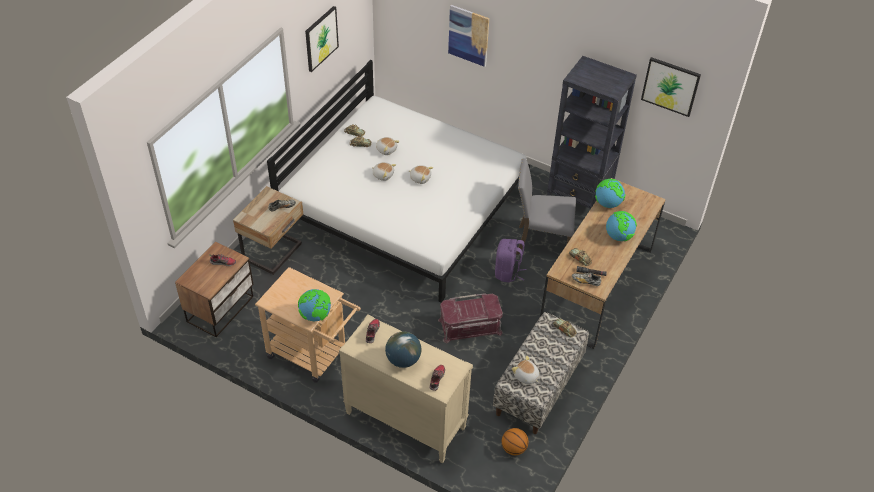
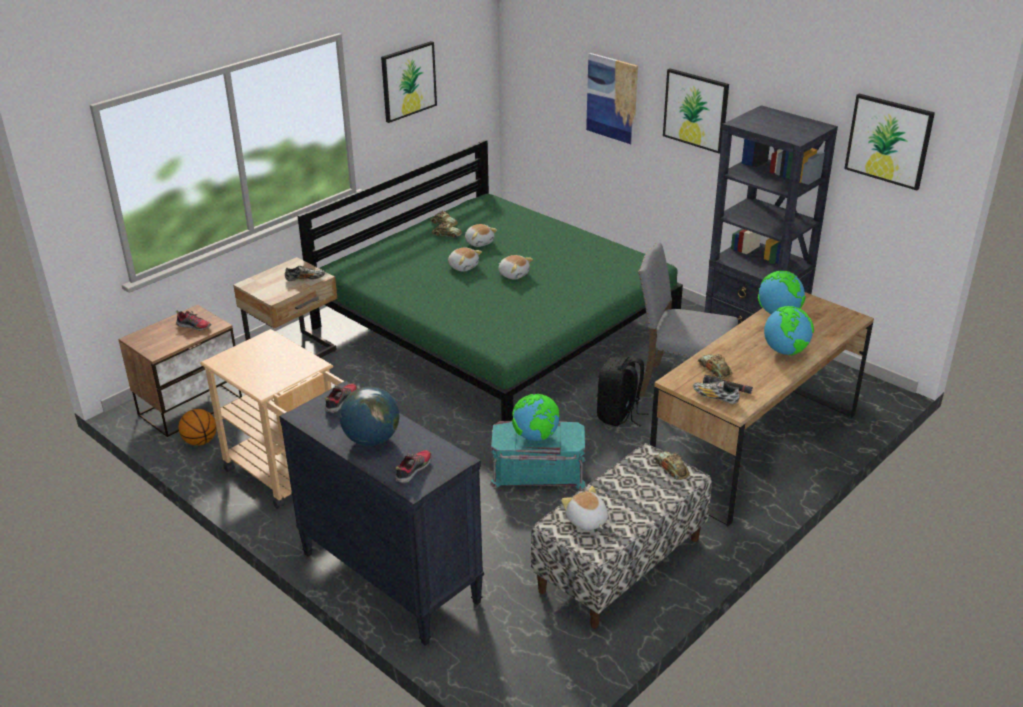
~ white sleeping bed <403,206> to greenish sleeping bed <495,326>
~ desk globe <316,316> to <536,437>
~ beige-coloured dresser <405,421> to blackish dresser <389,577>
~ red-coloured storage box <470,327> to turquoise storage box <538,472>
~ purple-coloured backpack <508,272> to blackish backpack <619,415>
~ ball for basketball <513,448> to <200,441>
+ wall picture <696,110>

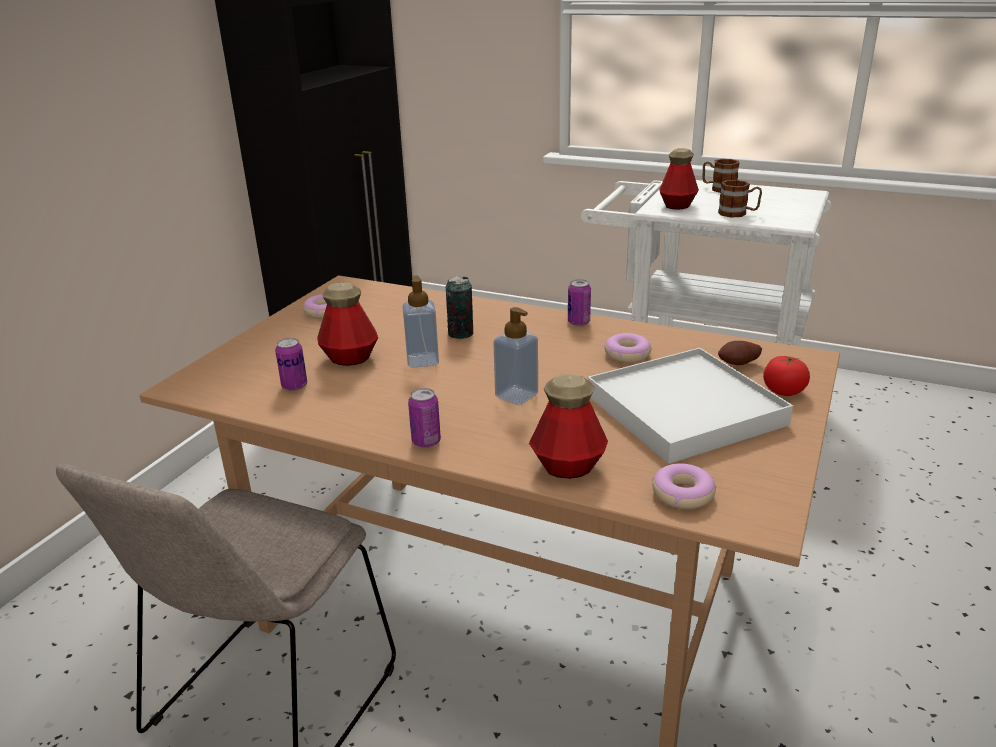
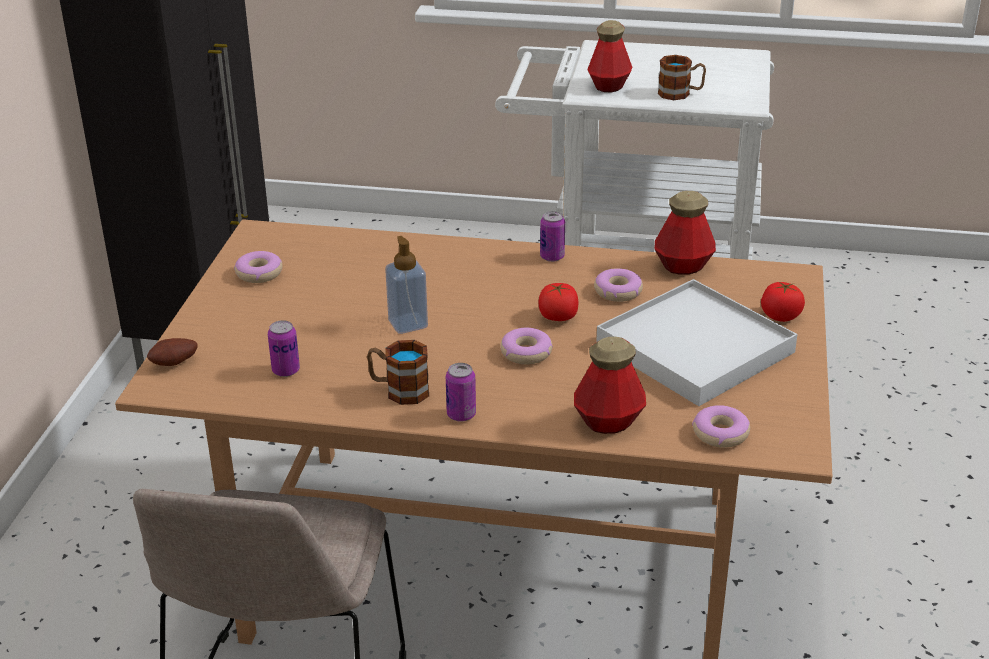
~ bottle <350,358> to <683,266>
- can <460,334>
~ soap bottle <516,395> to doughnut <526,353>
~ mug <718,188> to <399,390>
~ potato <739,365> to <175,364>
+ fresh tomato <558,317>

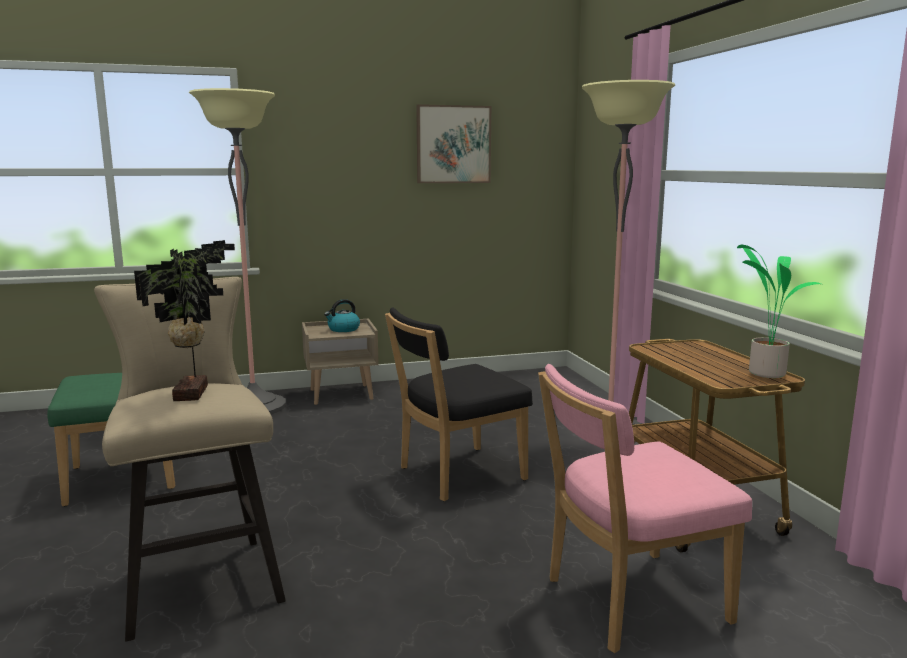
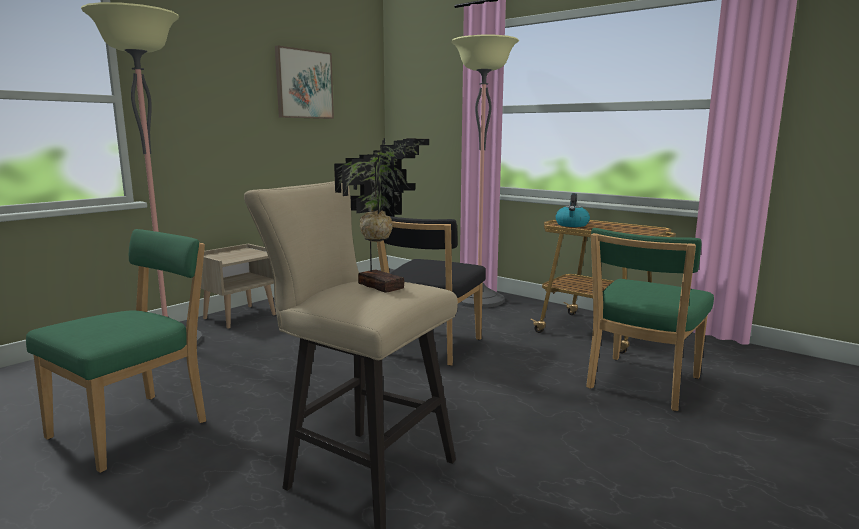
~ tea kettle <343,329> to <572,225>
~ pink-coloured upright chair <628,602> to greenish upright chair <640,385>
- plant in a pot <765,373>

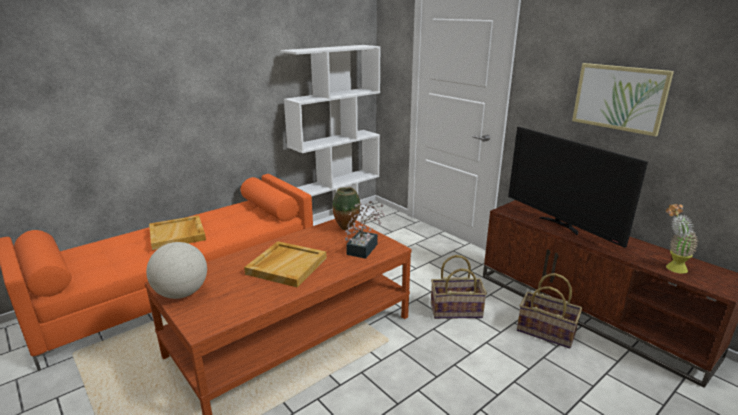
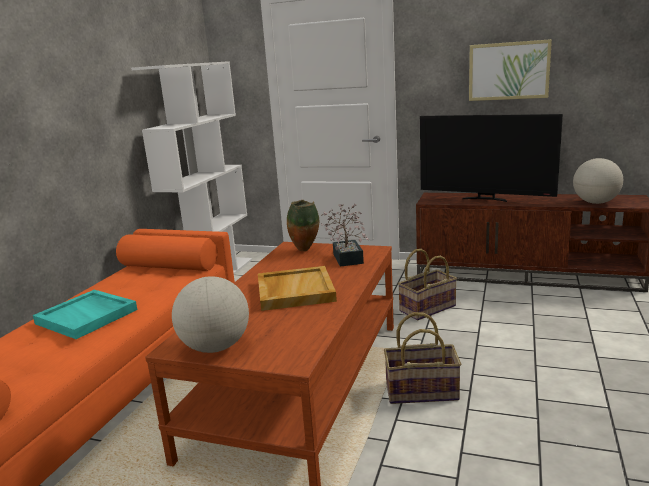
~ beige-coloured serving tray <178,234> to turquoise serving tray <88,316>
~ household basket <546,331> to <422,391>
~ plant in a pot <670,268> to desk globe <595,202>

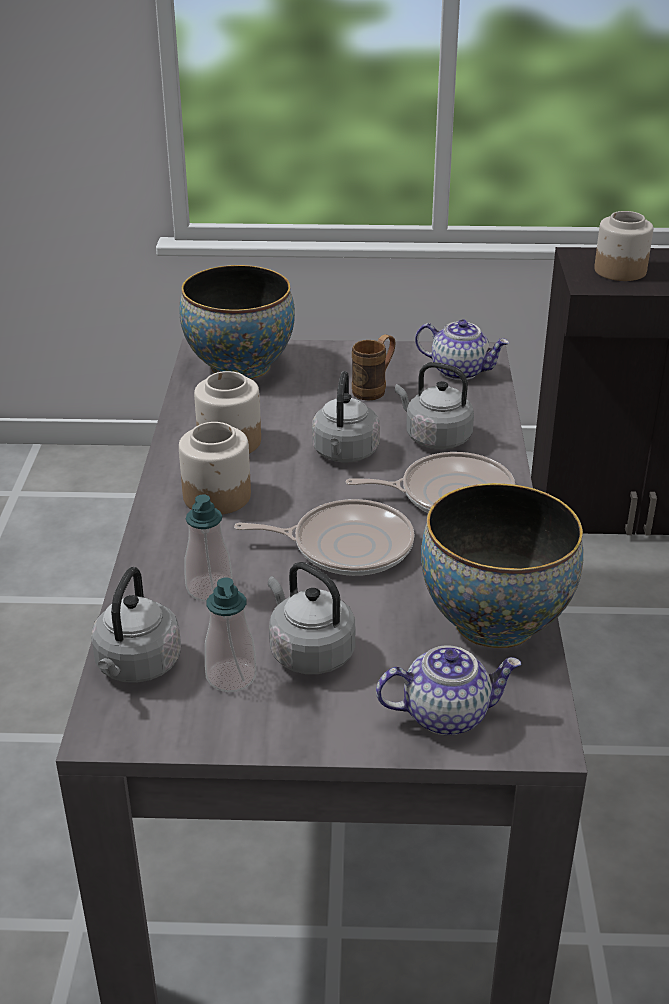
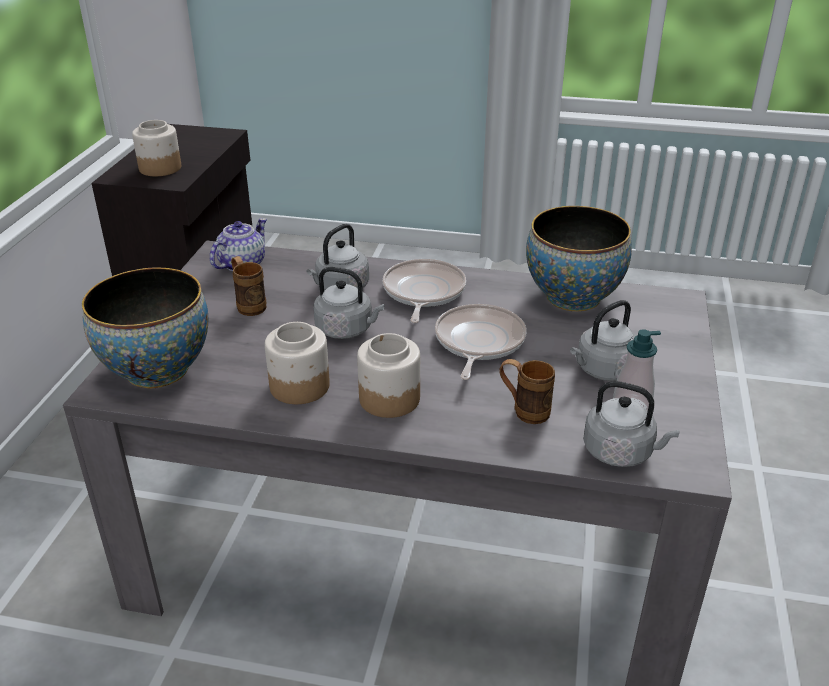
~ soap bottle <209,588> to brown-coloured mug <523,411>
- teapot <446,714>

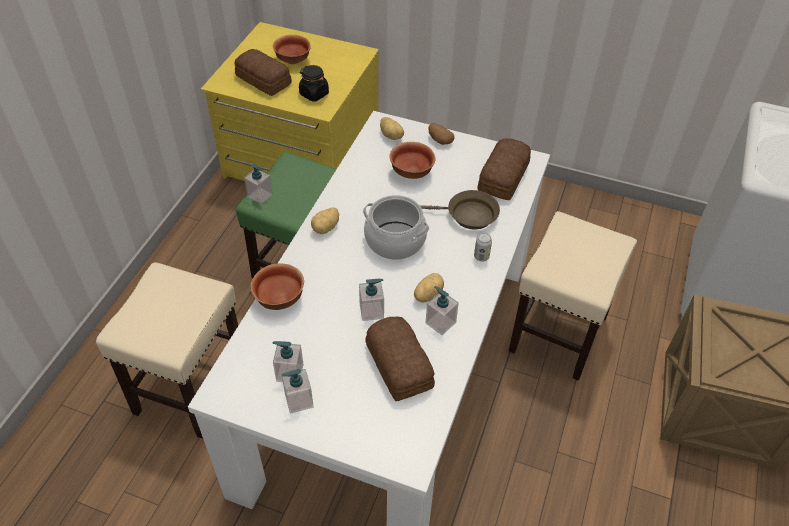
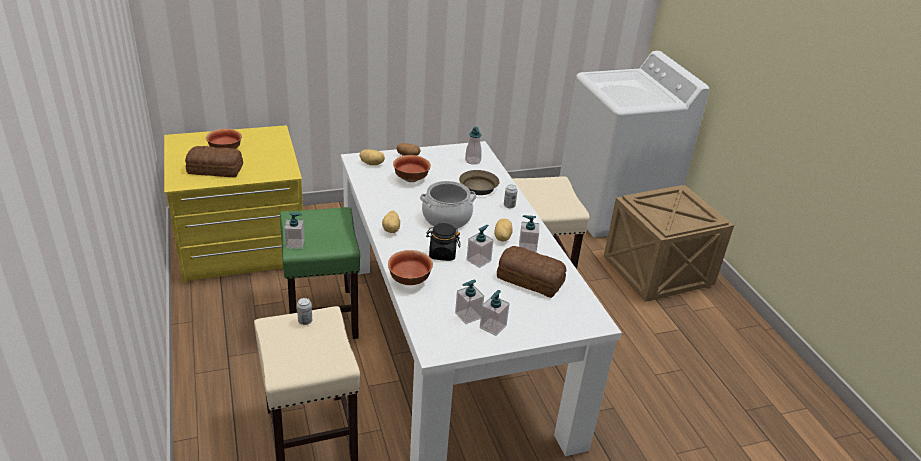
~ blackish preserve jar <314,94> to <442,254>
~ bakery bread <505,176> to soap bottle <473,161>
+ can <305,321>

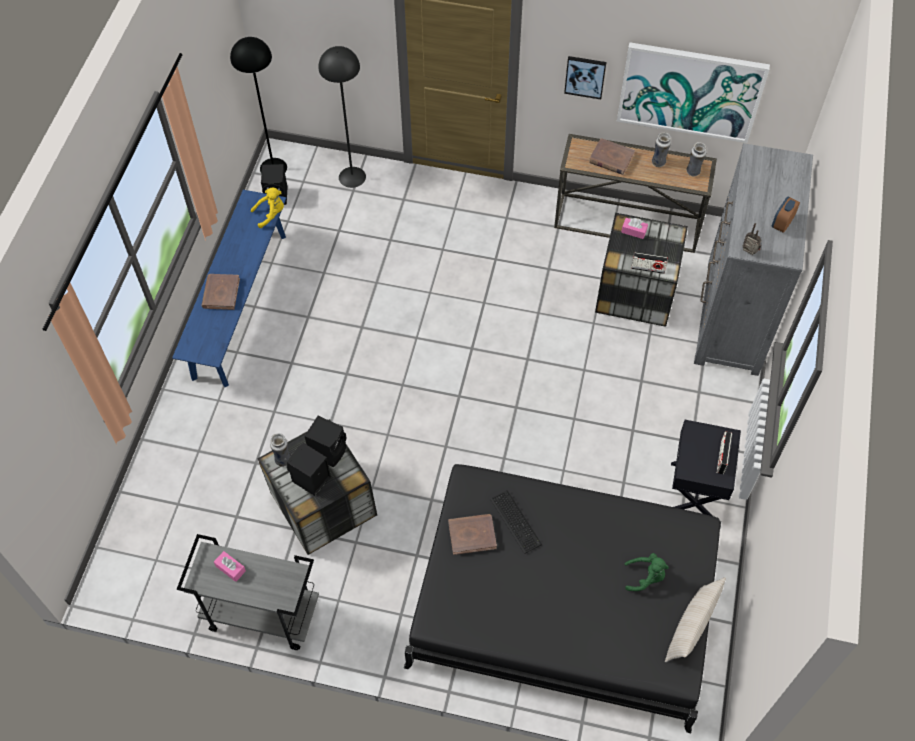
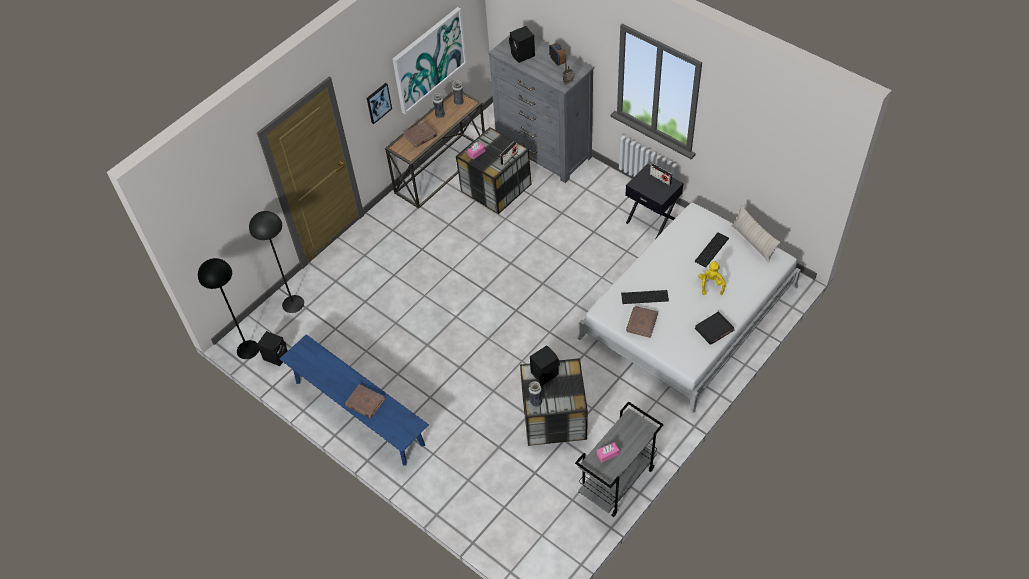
~ yellowish soft toy <271,214> to <711,284>
~ blackish loudspeaker <310,480> to <523,55>
~ blackish sleeping bed <564,600> to white sleeping bed <689,312>
~ greenish soft toy <645,577> to computer keyboard <712,250>
+ blackish volume <714,329>

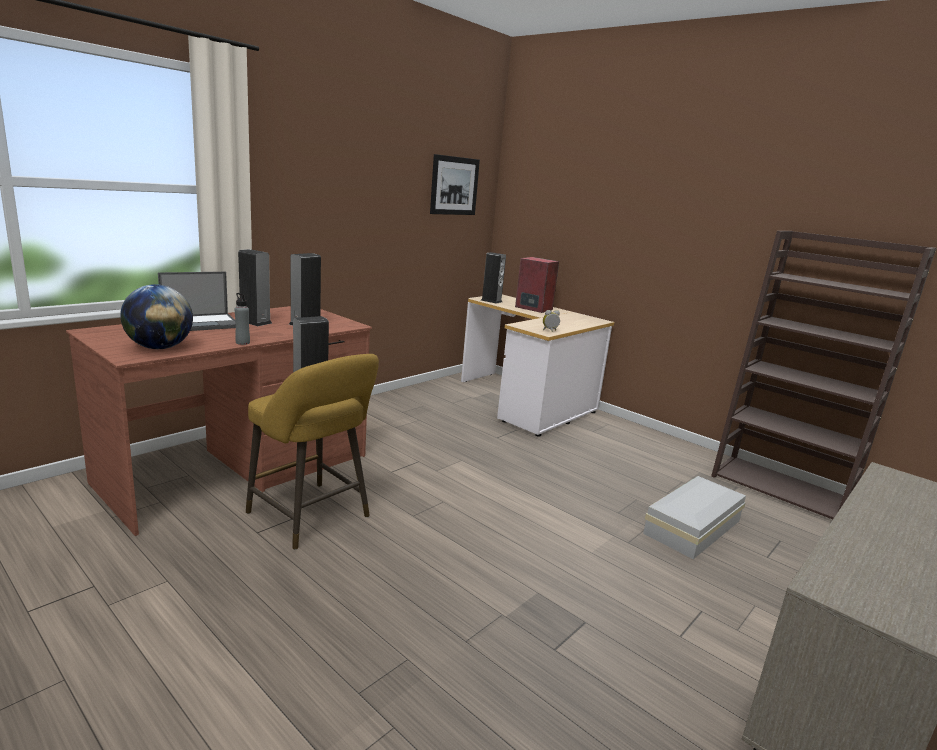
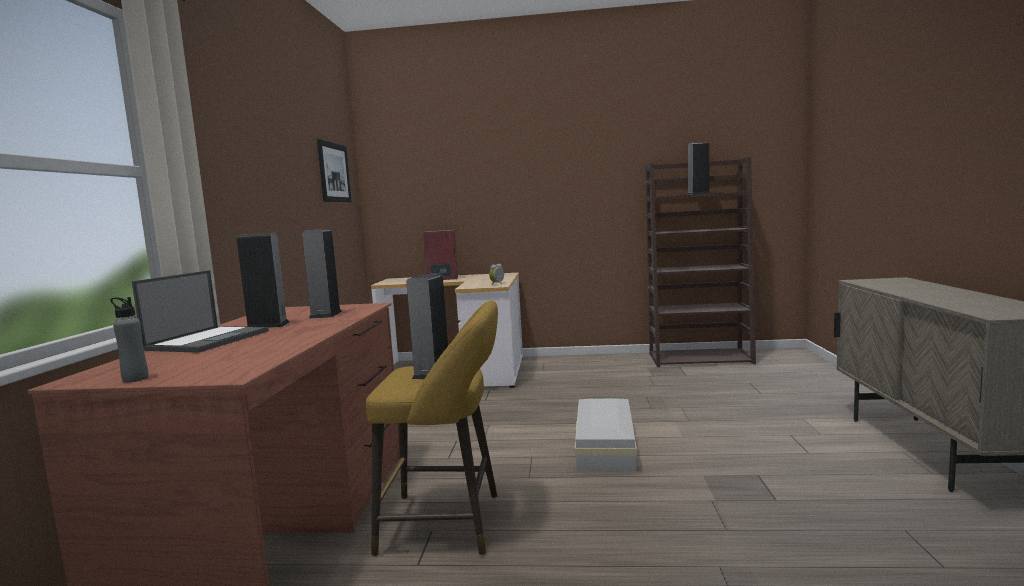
- desk globe <159,348>
~ greyish bottle <242,342> to <135,379>
~ loudspeaker <491,301> to <698,194>
~ white storage box <694,527> to <606,446>

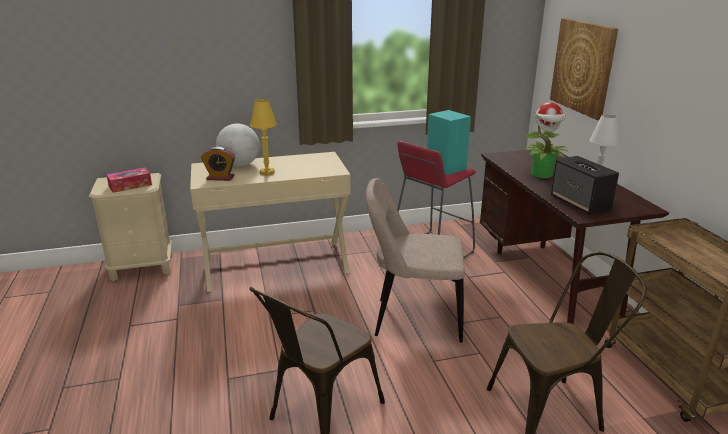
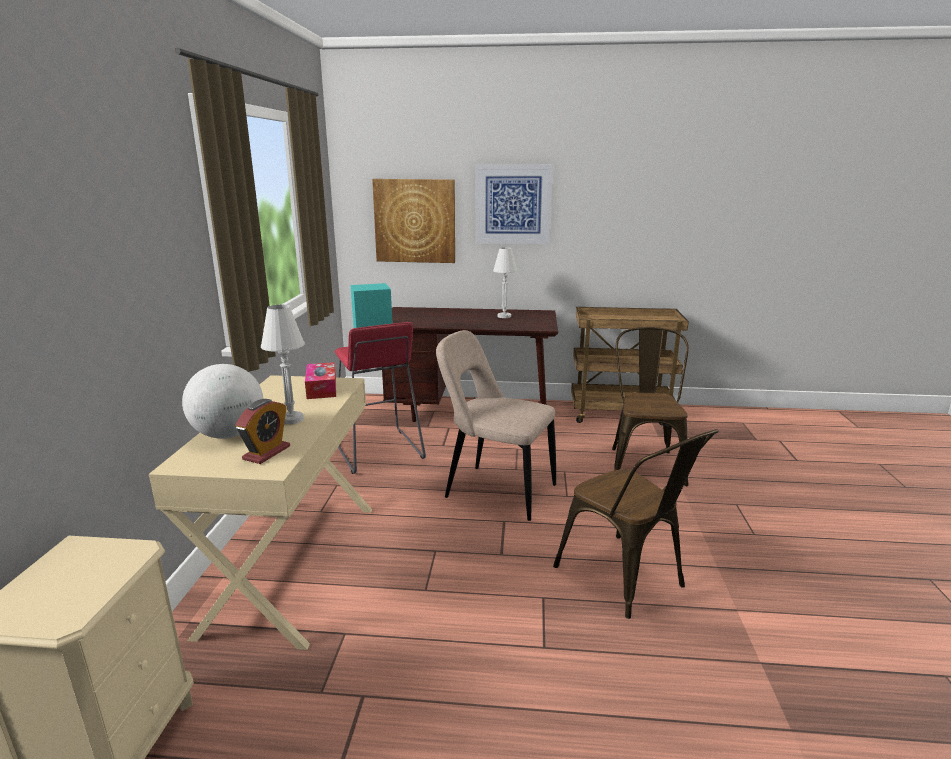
~ box of tissues <130,185> to <321,388>
~ yellowish lamp for a table <267,172> to white lamp for a table <291,419>
~ beige-coloured upright chair <413,319> = <495,490> 90 degrees clockwise
- plant in a pot <542,174>
- loudspeaker <580,204>
+ wall picture <513,204>

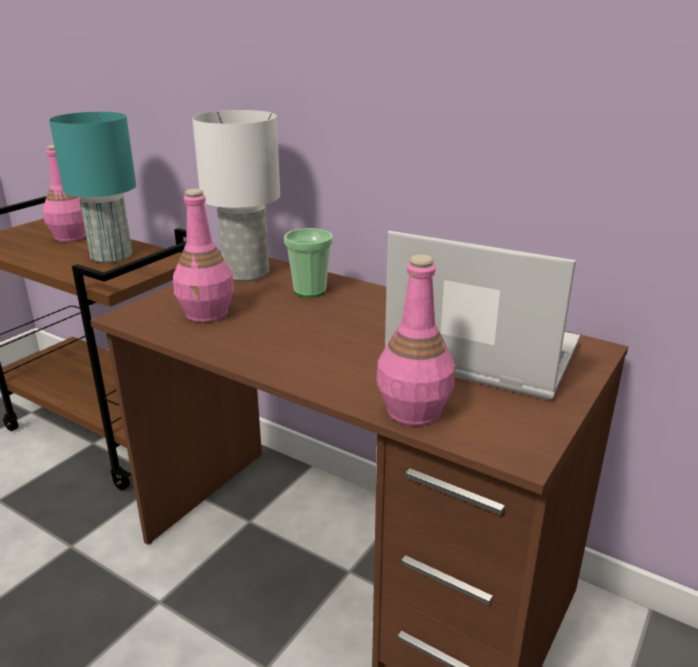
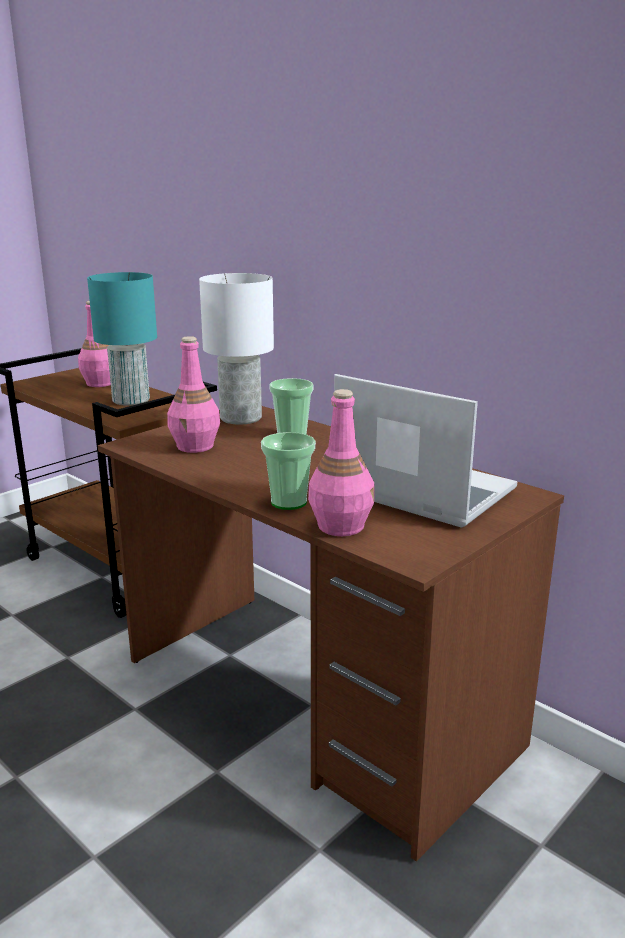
+ drinking cup <289,502>

